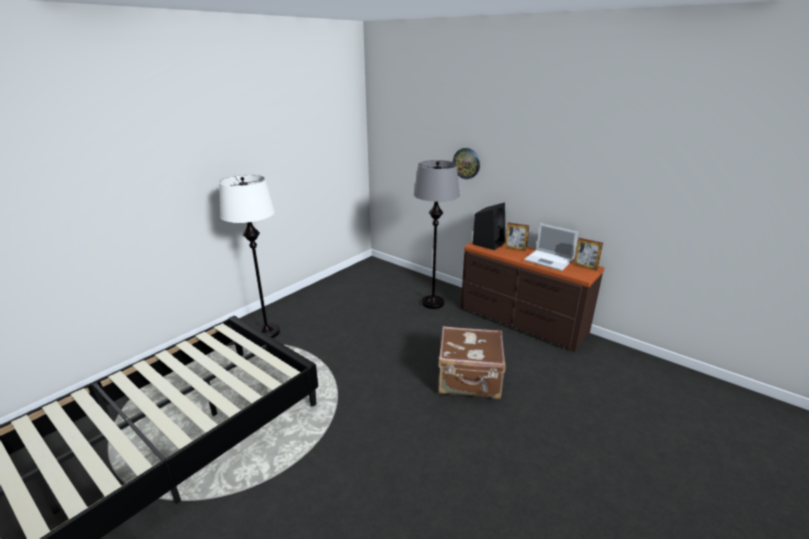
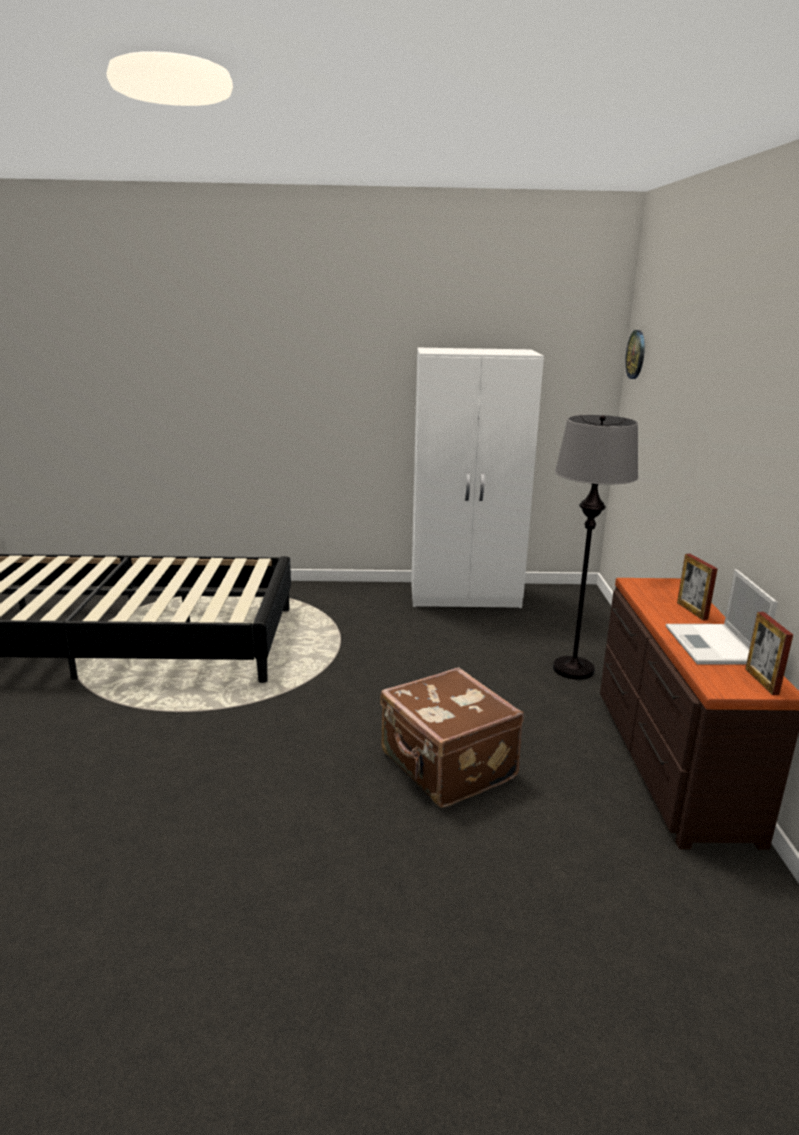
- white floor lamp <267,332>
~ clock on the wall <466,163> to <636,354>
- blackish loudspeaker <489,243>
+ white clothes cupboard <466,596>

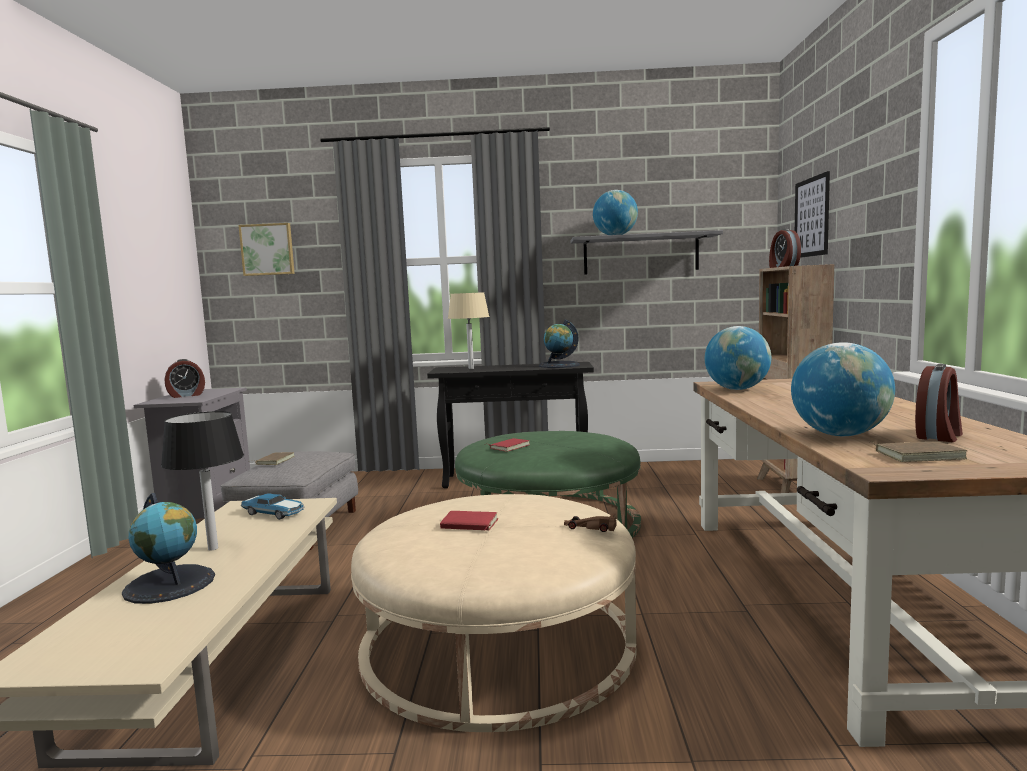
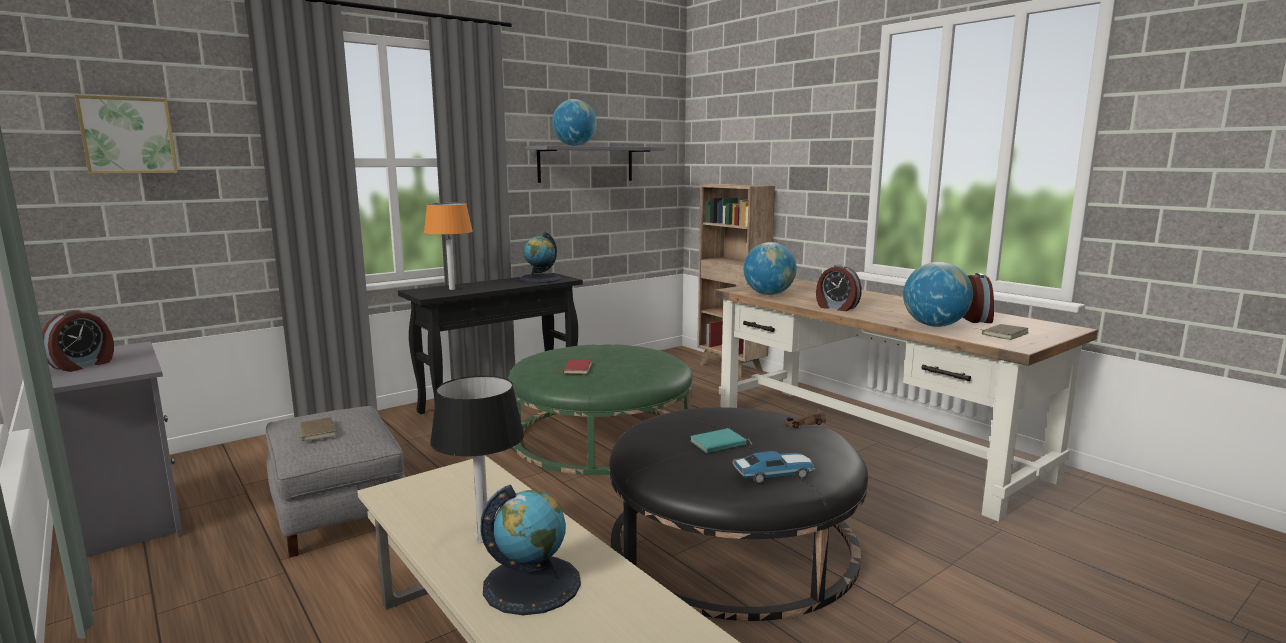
~ toy car <274,513> to <774,474>
~ beige-coloured ottoman <498,642> to blackish ottoman <733,542>
~ red-coloured volume <468,525> to turquoise volume <719,444>
~ beige-coloured lamp for a table <471,368> to orangey lamp for a table <452,289>
~ alarm clock <783,267> to <836,308>
- wall picture <811,217>

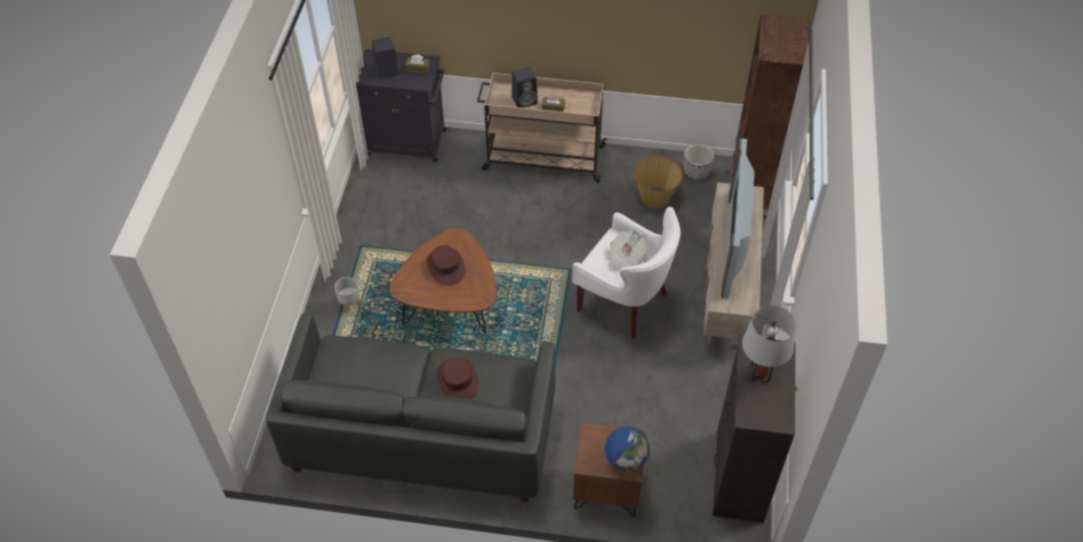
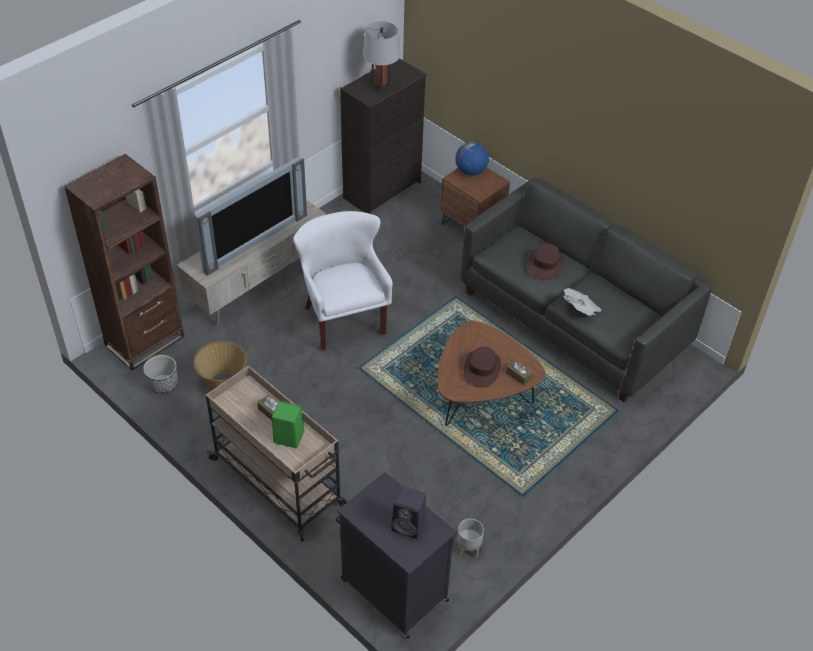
~ greyish planter <349,304> to <469,548>
~ brown-coloured box of tissues <417,69> to <518,375>
~ blackish loudspeaker <525,100> to greenish loudspeaker <287,437>
~ printed paper <625,259> to <581,310>

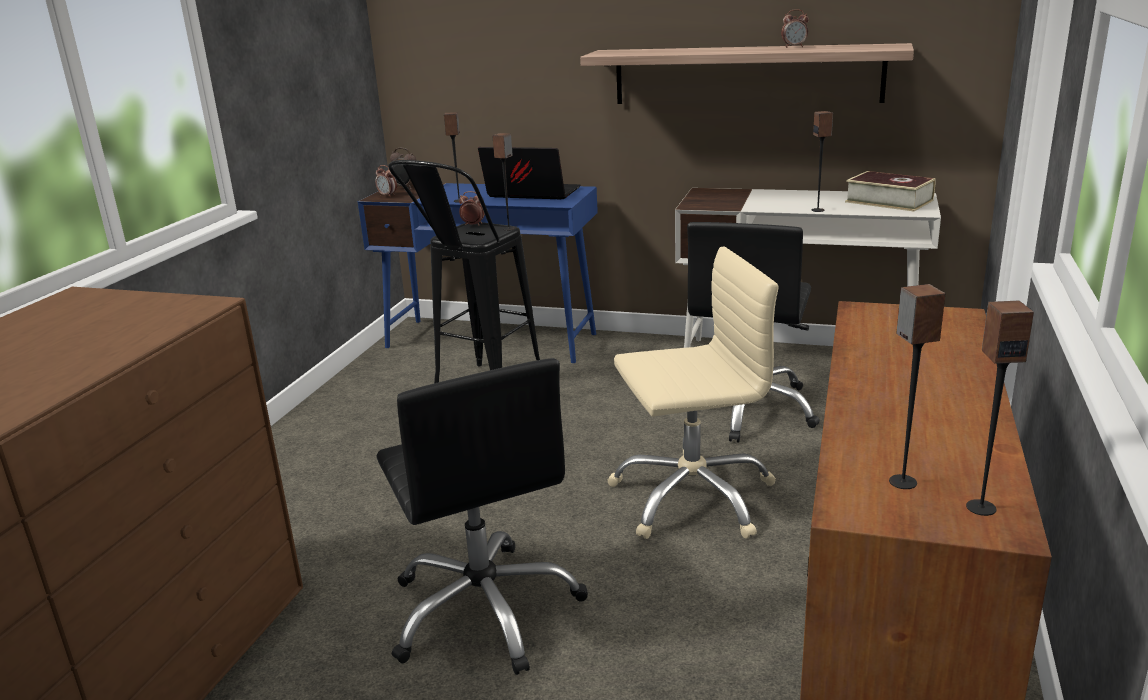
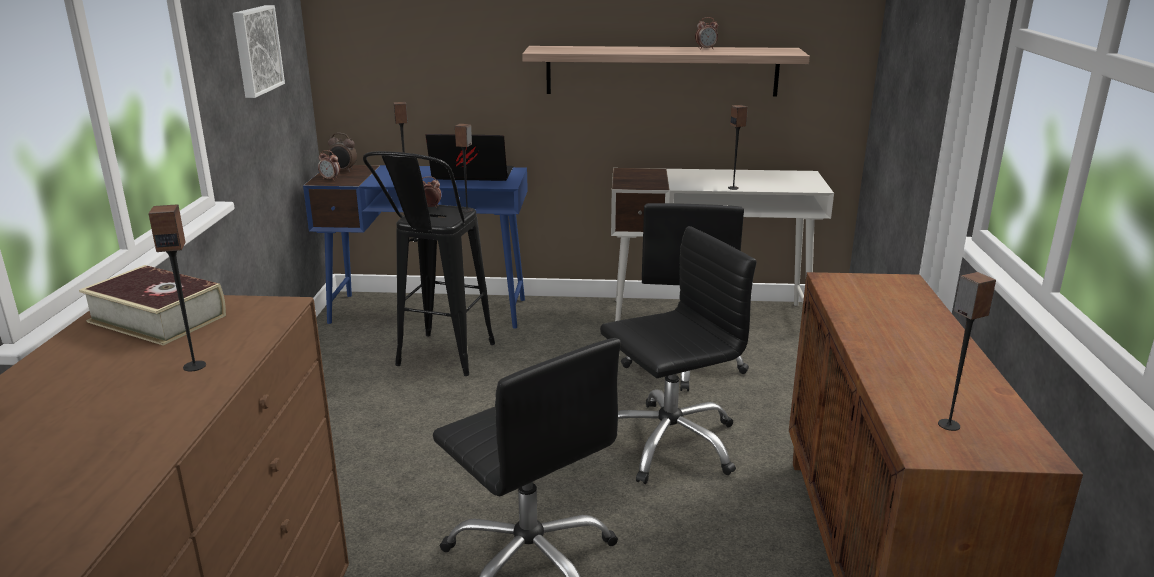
~ beige-coloured desk chair <692,496> to blackish desk chair <669,443>
~ volume <889,201> to <157,318>
~ loudspeaker <980,507> to <194,366>
+ wall picture <255,50>

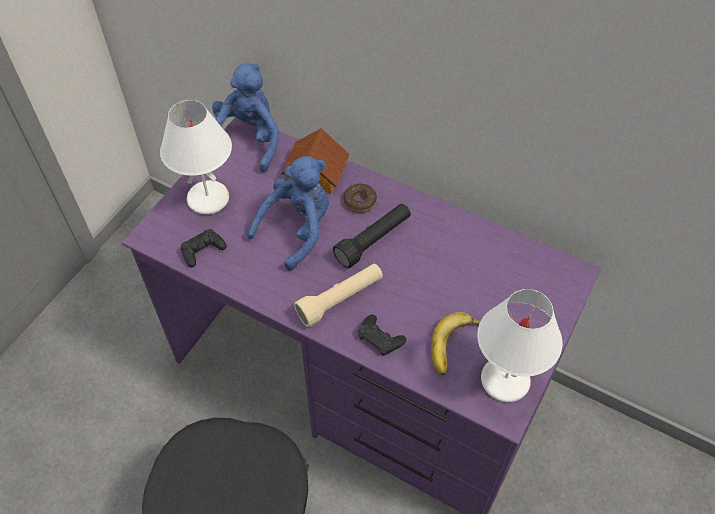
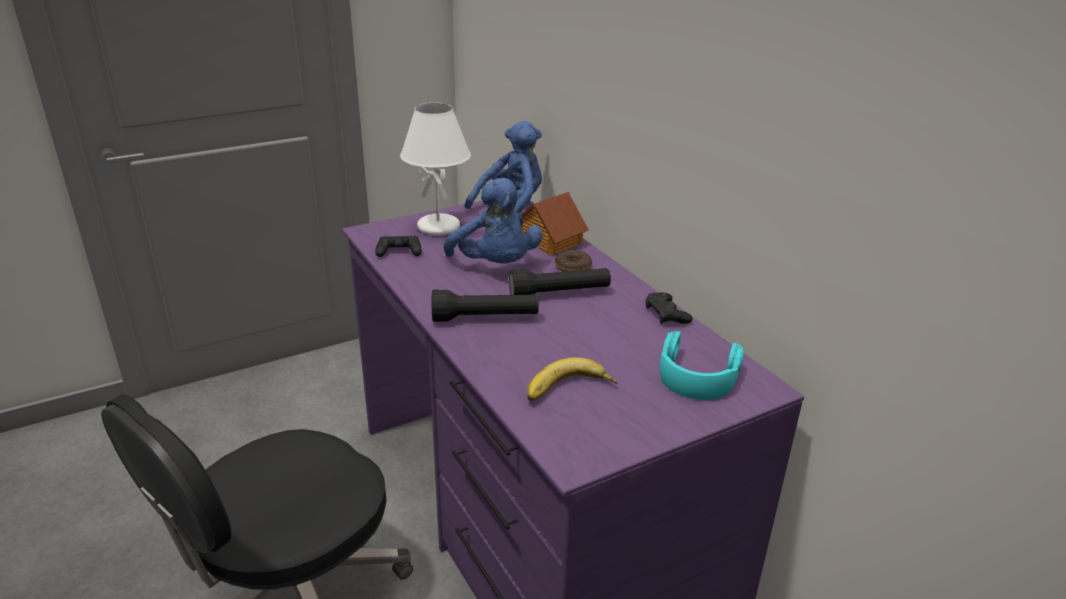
~ blue soft toy <297,229> = <495,265> 75 degrees clockwise
~ beige-coloured hand torch <340,299> to blackish hand torch <485,318>
~ blackish gamepad <380,338> to <666,314>
- white lamp for a table <506,381>
+ turquoise pair of headphones <697,376>

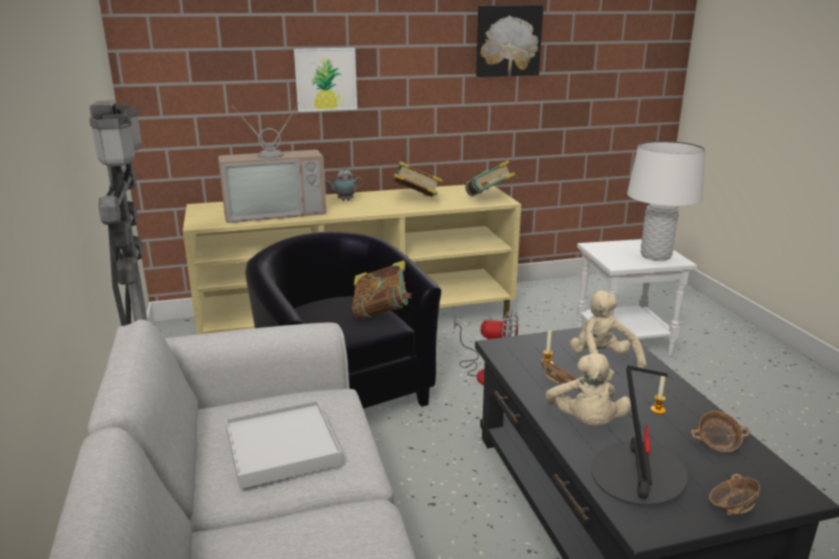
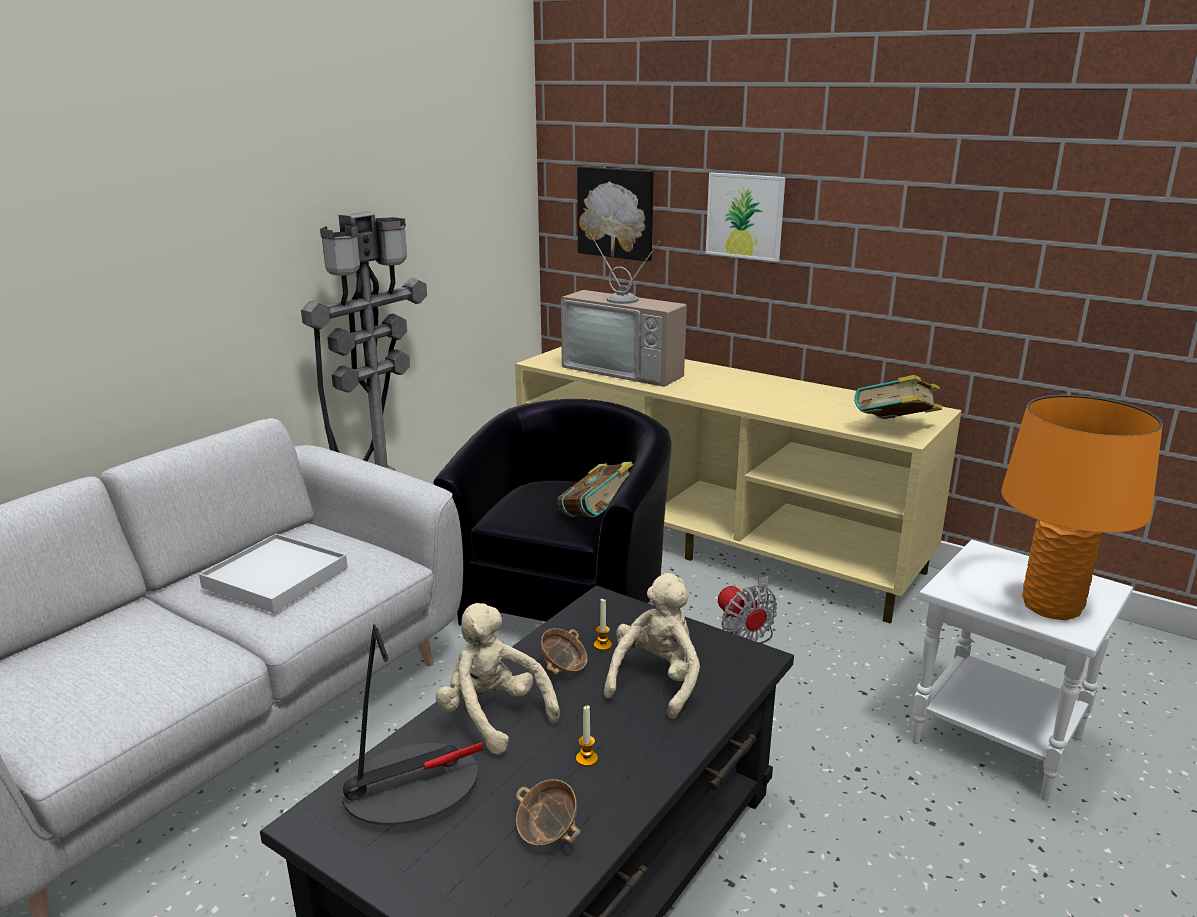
- teapot <344,200>
- volume <416,200>
~ wall picture <508,41> to <616,213>
~ beige-coloured soft toy <586,423> = <493,716> 90 degrees clockwise
~ white lamp for a table <655,256> to orangey lamp for a table <1051,606>
- deep dish <730,509>

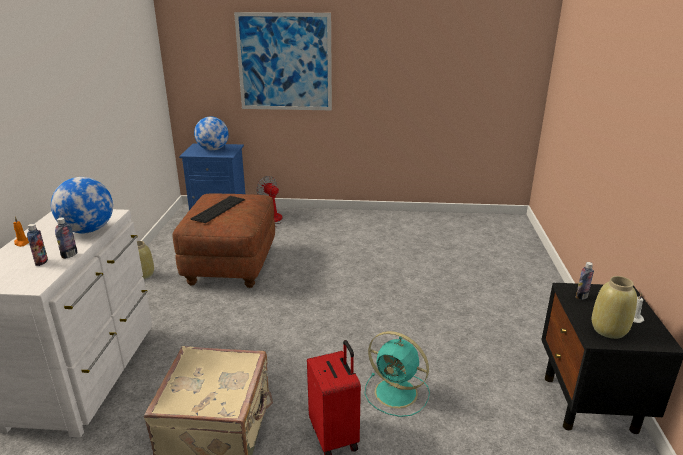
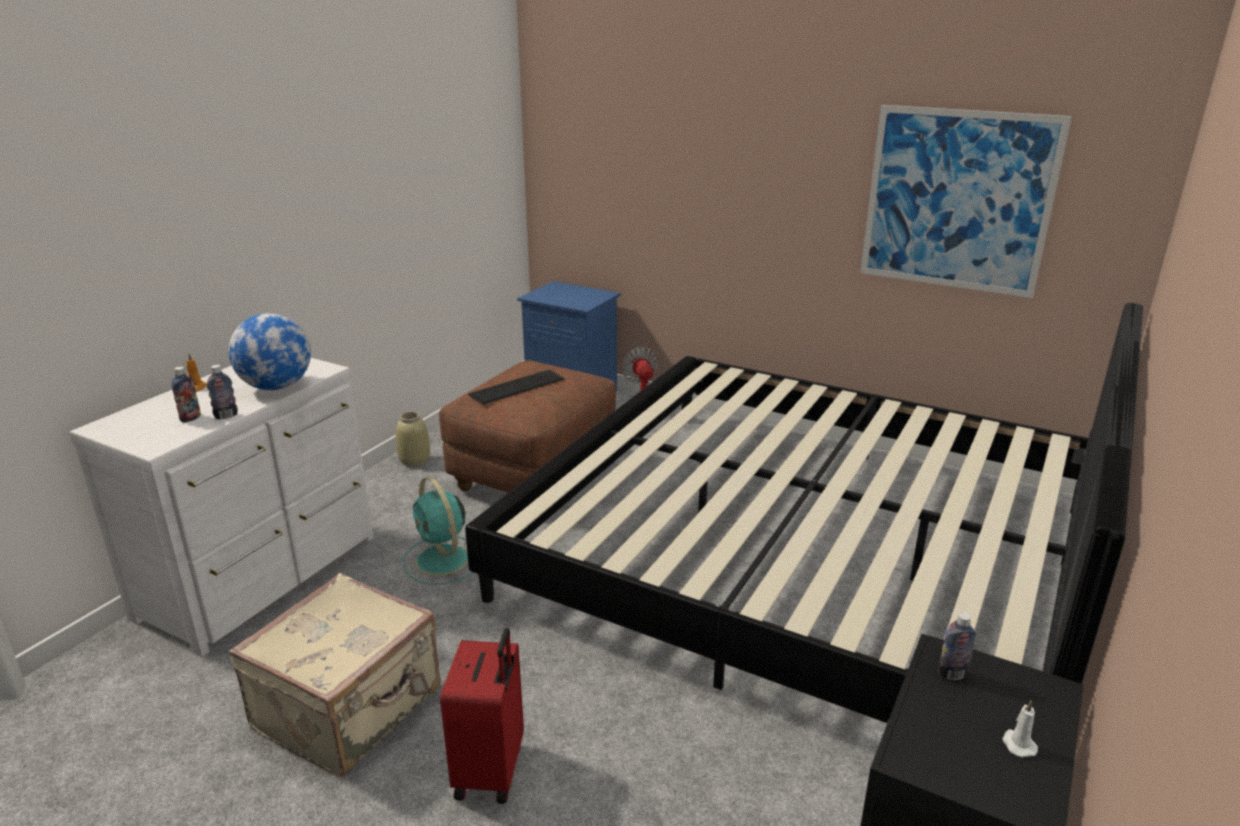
- desk globe <213,149>
~ wall picture <284,62> to <957,201>
~ turquoise cooling fan <398,393> to <443,561>
- beige-coloured flower vase <608,330>
+ sleeping bed <805,554>

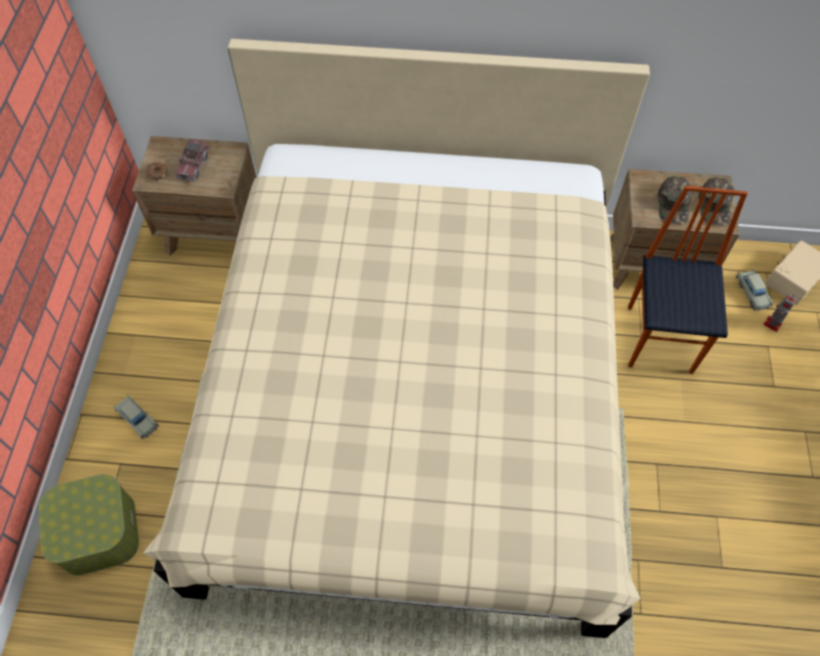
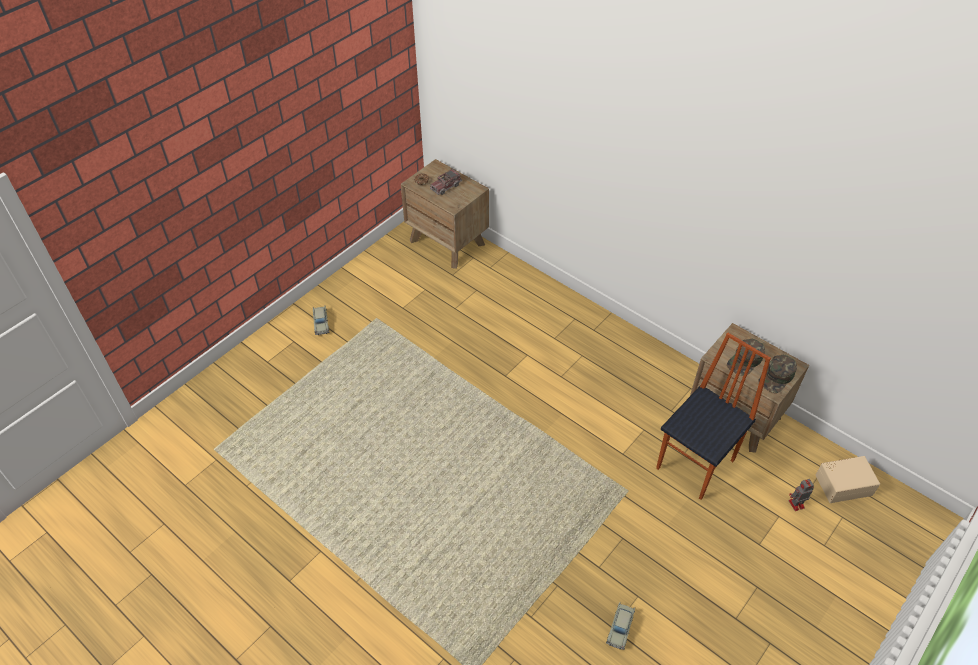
- storage box <98,532>
- beige-coloured sleeping bed <411,395>
~ beige-coloured toy car <752,293> to <620,628>

